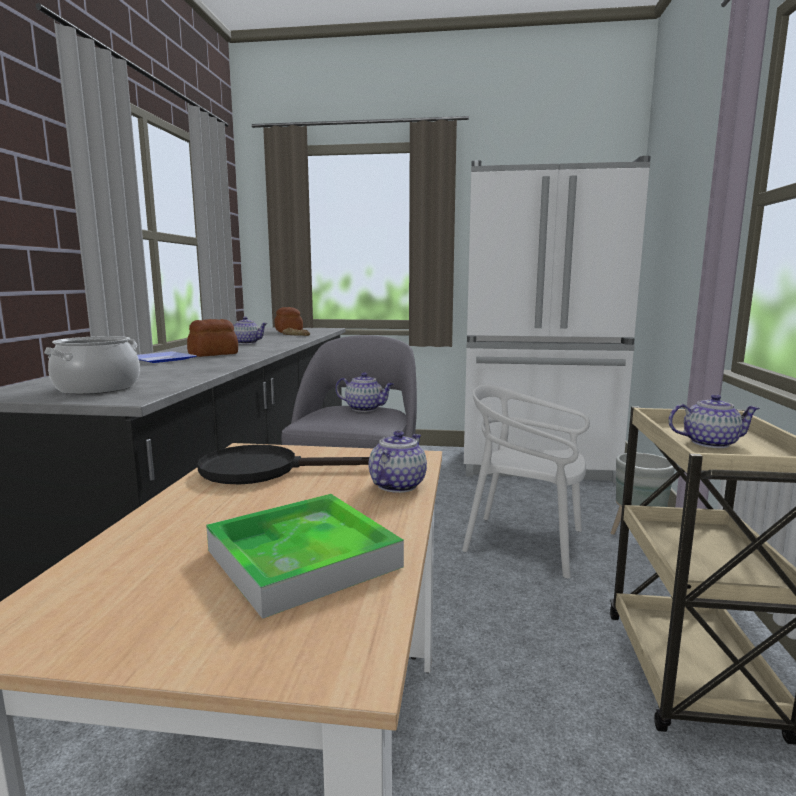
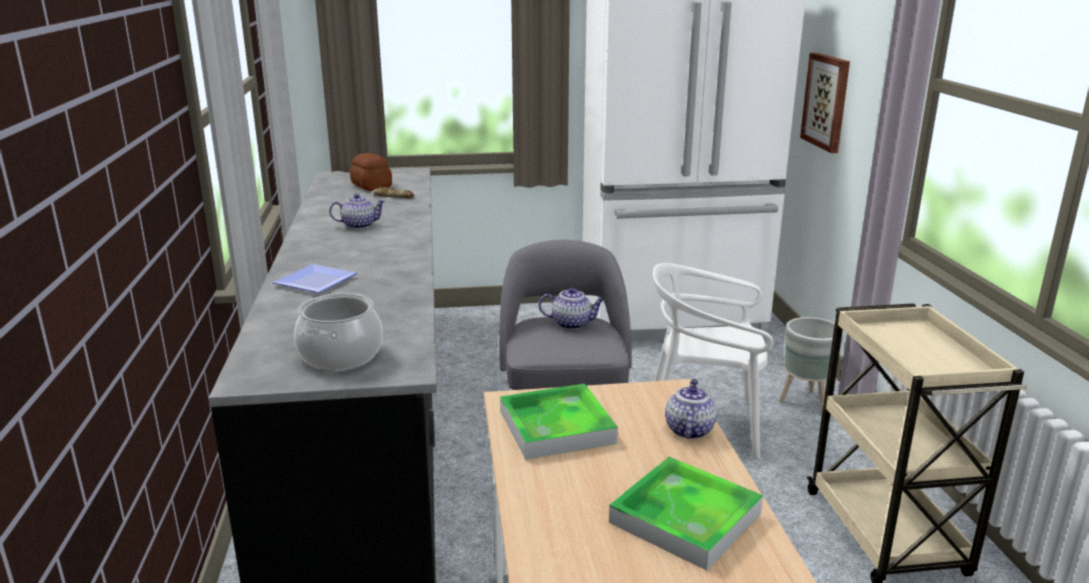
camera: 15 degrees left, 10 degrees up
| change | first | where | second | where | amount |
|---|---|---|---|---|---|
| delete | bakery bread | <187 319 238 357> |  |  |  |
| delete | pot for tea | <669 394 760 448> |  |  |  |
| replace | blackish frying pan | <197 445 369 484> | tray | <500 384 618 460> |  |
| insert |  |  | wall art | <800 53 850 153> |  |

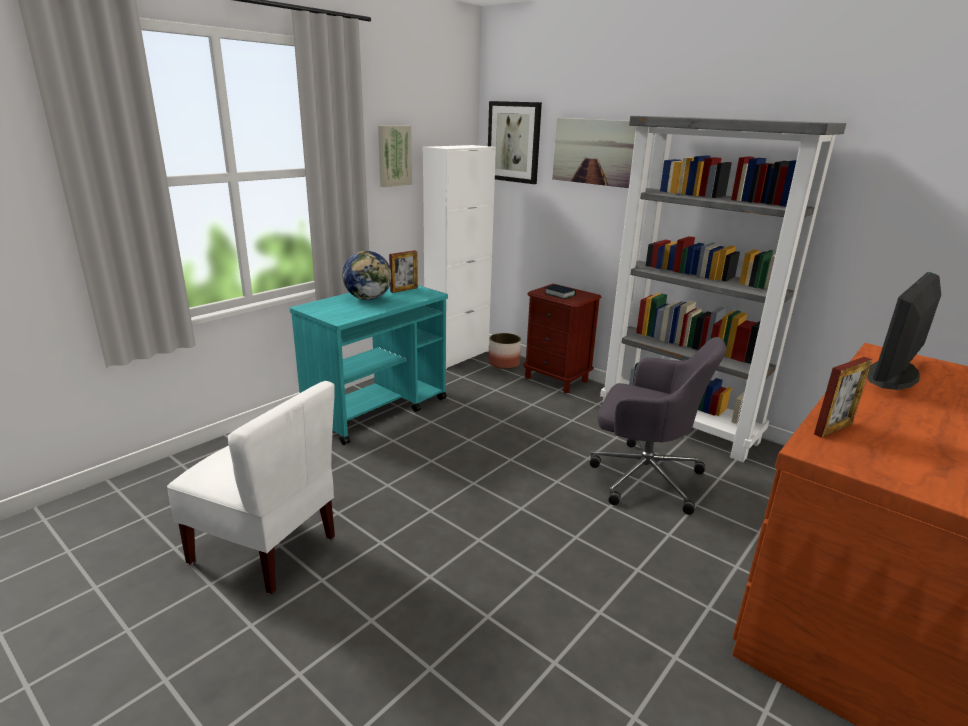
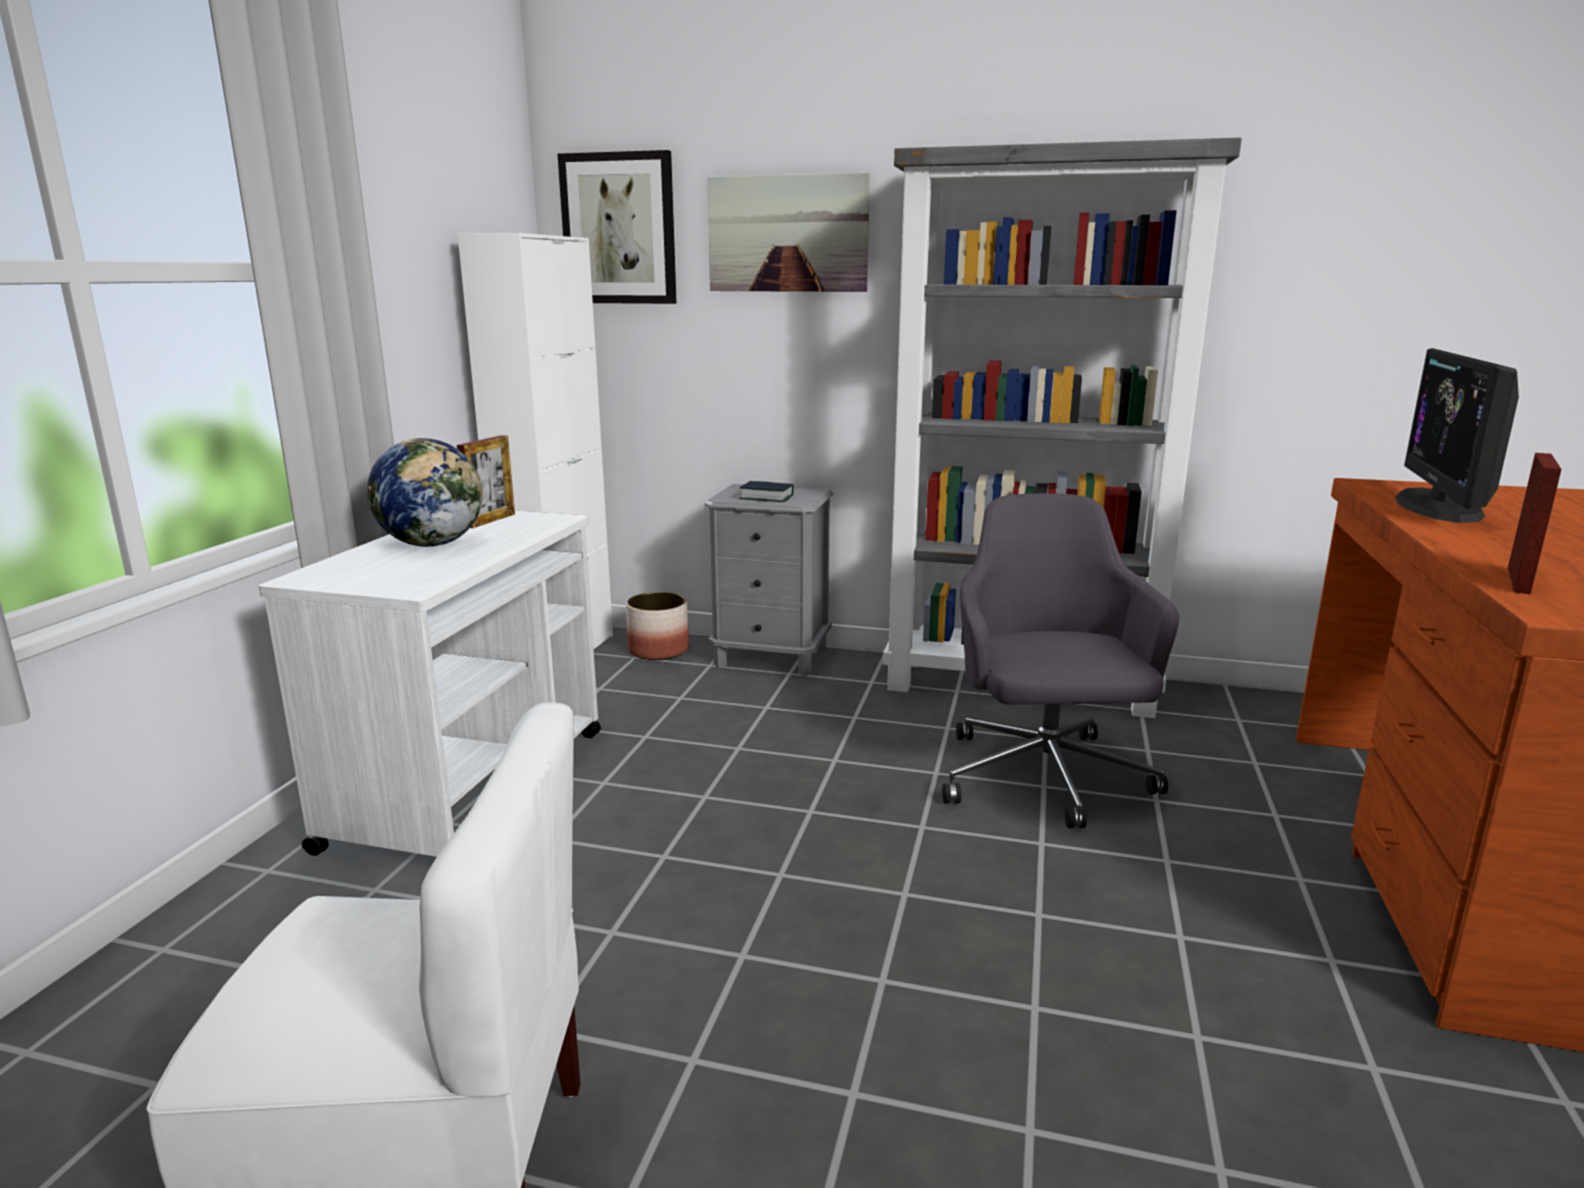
camera: 25 degrees left, 5 degrees down
| change | first | where | second | where | amount |
|---|---|---|---|---|---|
| delete | wall art | <378 126 412 187> |  |  |  |
| recolor | brownish night table | <523 284 602 393> | greyish night table | <705 484 834 676> |  |
| recolor | turquoise-coloured cart | <290 286 448 445> | white-coloured cart | <259 511 601 857> |  |
| rotate | greyish office chair | <590 337 726 515> |  | <942 493 1180 828> | 90 degrees counterclockwise |

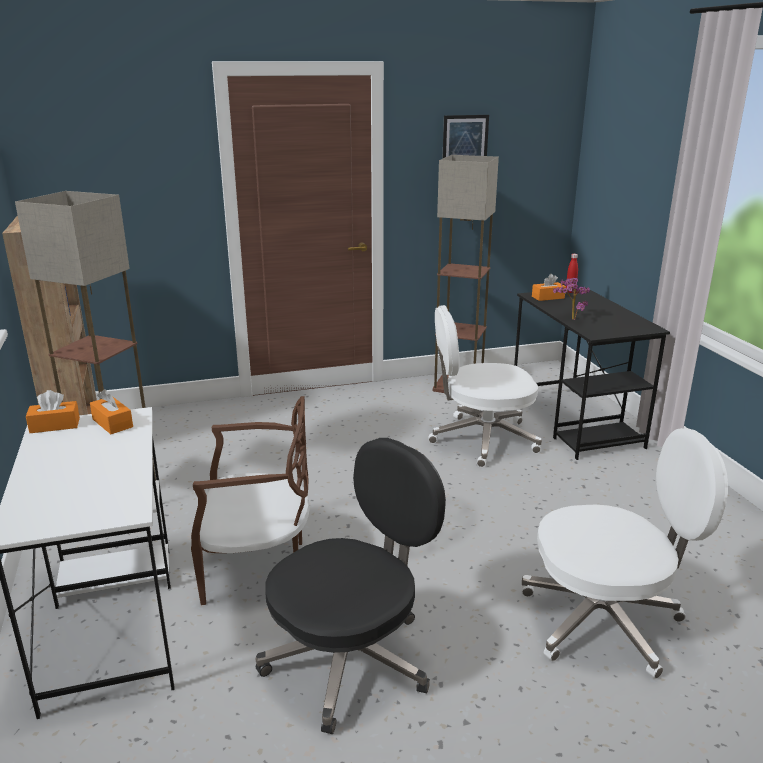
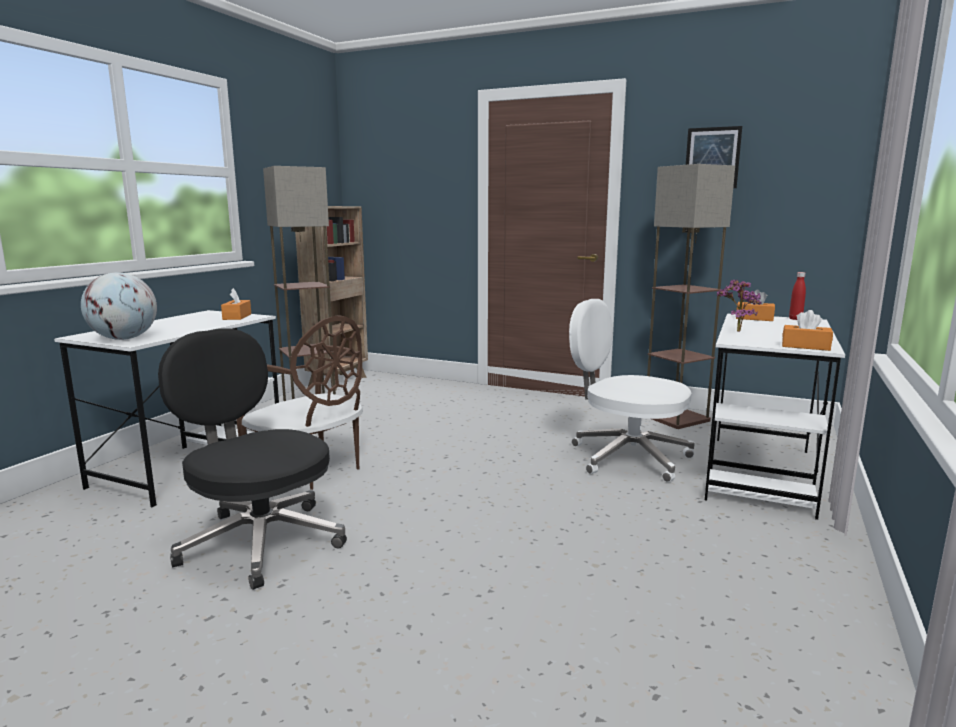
camera: 40 degrees right, 10 degrees down
| change | first | where | second | where | amount |
|---|---|---|---|---|---|
| recolor | blackish desk table | <514 287 670 460> | white-coloured desk table | <705 313 845 520> |  |
| move | orangey box of tissues | <26 390 80 433> |  | <782 310 833 351> |  |
| delete | white-coloured office chair | <521 428 728 679> |  |  |  |
| rotate | blackish office chair | <256 438 446 734> |  | <158 329 347 590> | 135 degrees counterclockwise |
| insert |  |  | world globe | <81 273 157 340> |  |

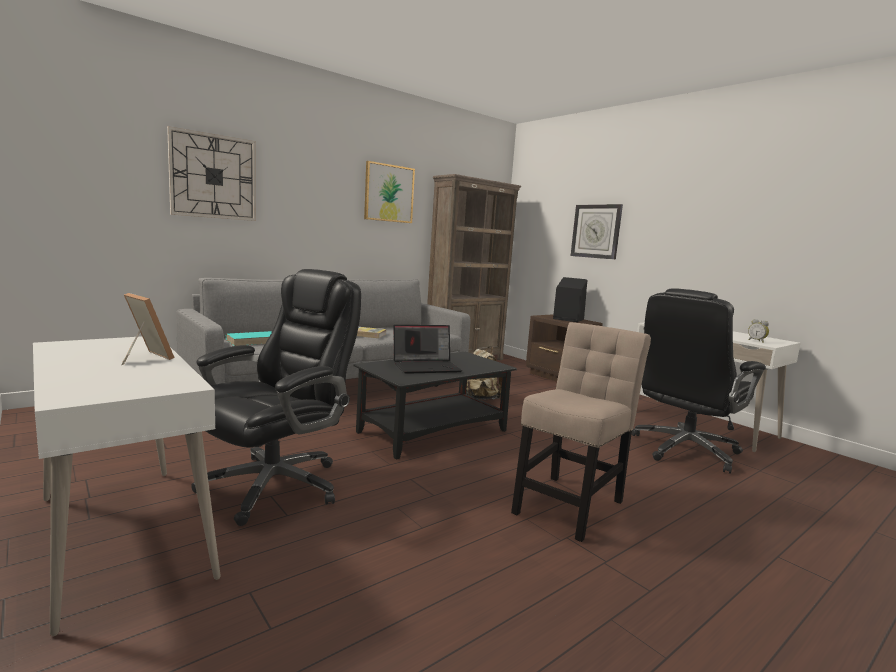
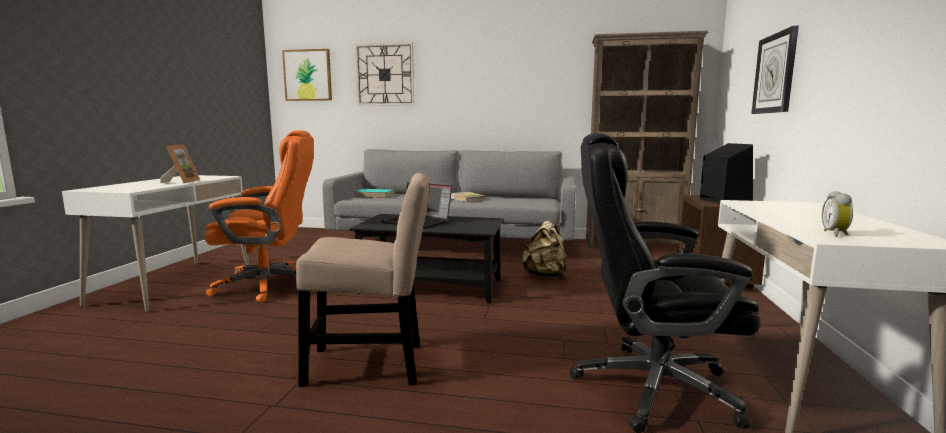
camera: 50 degrees right, 0 degrees up
| change | first | where | second | where | amount |
|---|---|---|---|---|---|
| move | wall art | <364 161 415 223> |  | <282 49 332 101> |  |
| recolor | blackish office chair | <191 269 361 526> | orangey office chair | <204 130 314 303> |  |

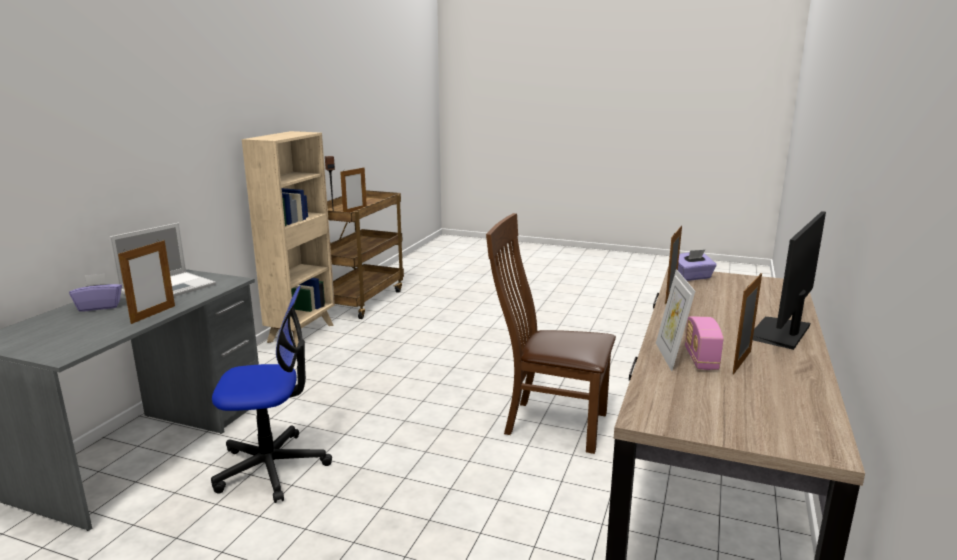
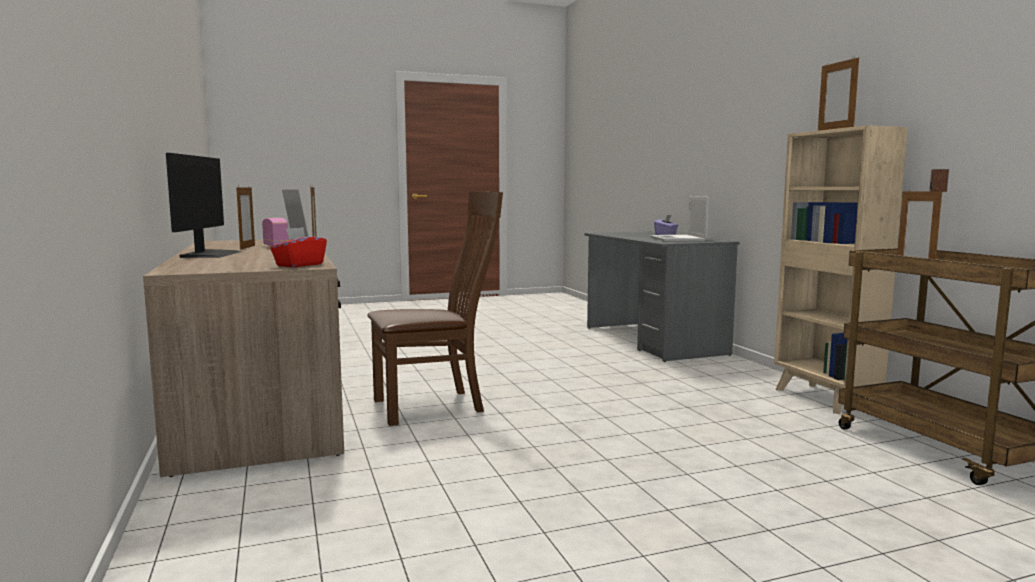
camera: 140 degrees right, 10 degrees down
| change | first | where | second | where | amount |
|---|---|---|---|---|---|
| move | standing frame | <118 240 175 324> |  | <818 56 859 131> |  |
| recolor | purplish box of tissues | <678 250 717 281> | red box of tissues | <270 227 327 267> |  |
| delete | office chair | <211 286 332 503> |  |  |  |

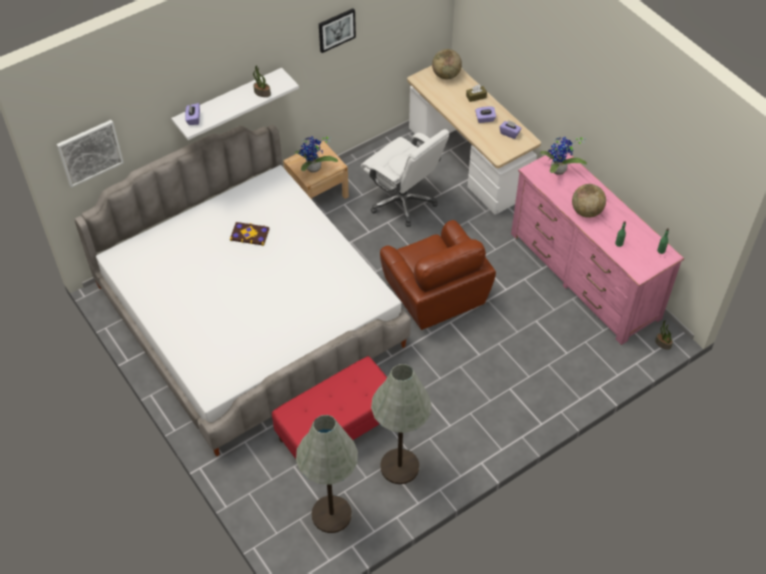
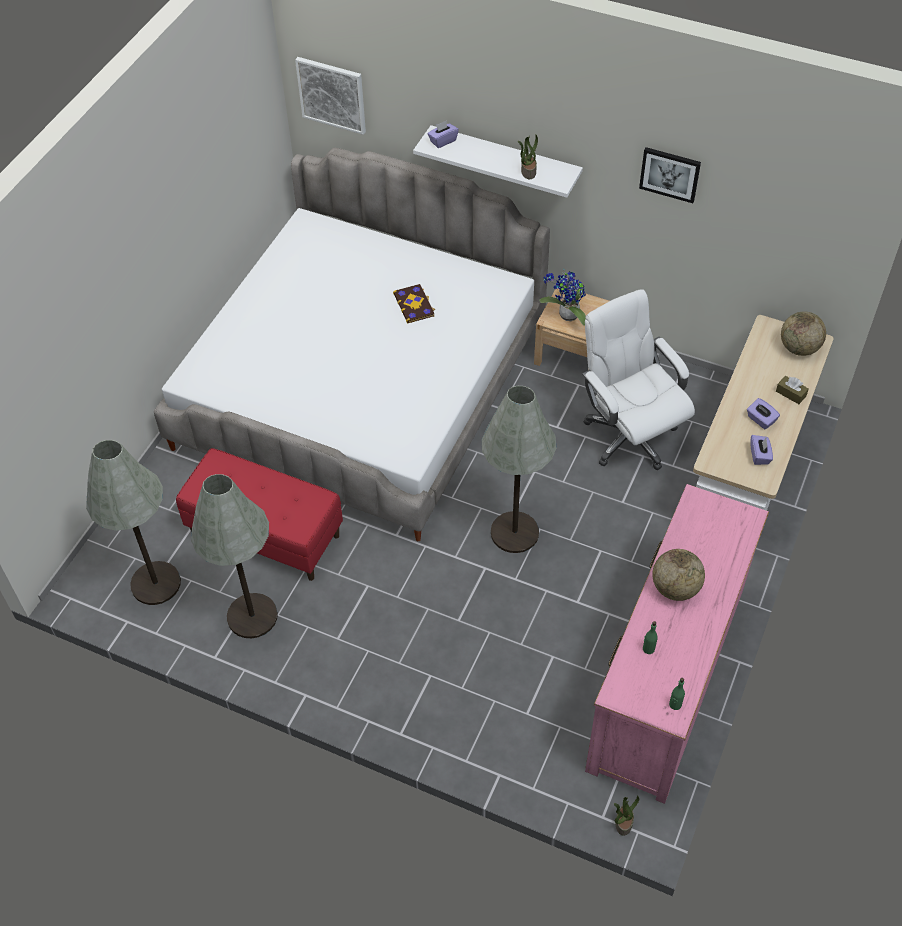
camera: 60 degrees right, 0 degrees up
| change | first | where | second | where | amount |
|---|---|---|---|---|---|
| rotate | white-coloured office chair | <361 129 449 227> |  | <582 290 695 470> | 135 degrees clockwise |
| delete | houseplant | <540 136 587 175> |  |  |  |
| replace | brownish easy chair | <380 220 496 330> | greyish floor lamp | <482 386 557 553> |  |

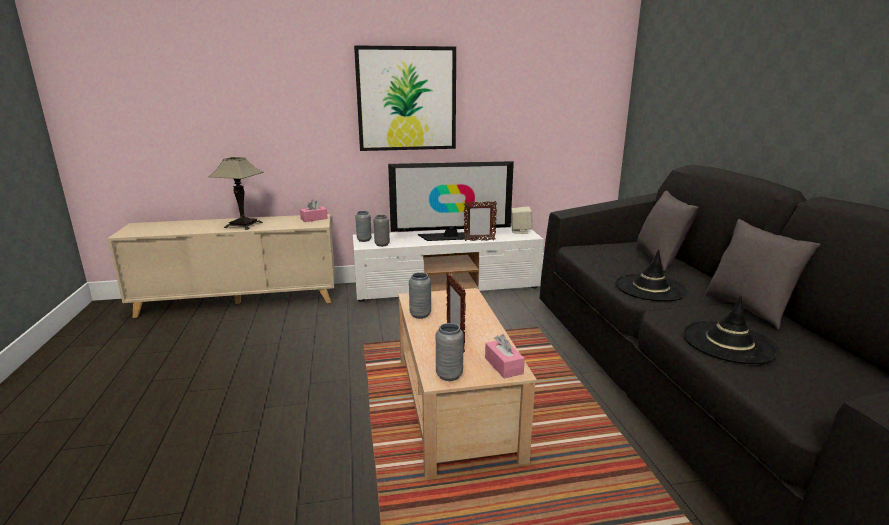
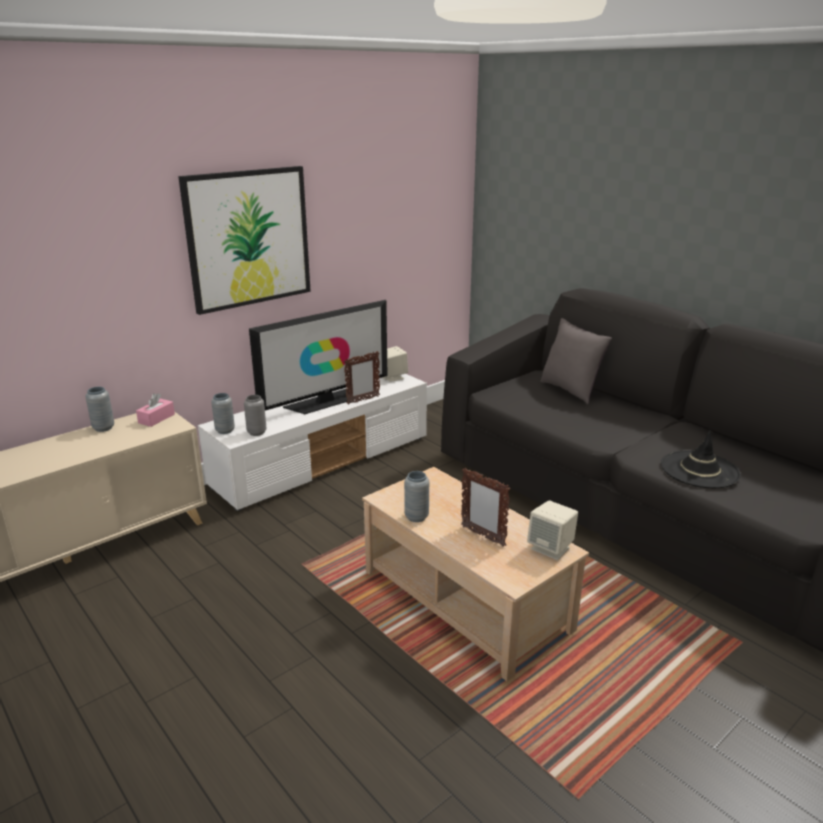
camera: 30 degrees left, 5 degrees up
| change | first | where | second | where | amount |
|---|---|---|---|---|---|
| delete | tabletop lamp | <208 157 264 230> |  |  |  |
| delete | greyish pillow | <705 219 820 329> |  |  |  |
| delete | blackish hat | <615 249 688 301> |  |  |  |
| move | greyish vase | <436 323 464 381> |  | <85 387 114 432> |  |
| replace | pinkish box of tissues | <485 334 525 379> | beige-coloured audio speaker | <527 500 578 560> |  |

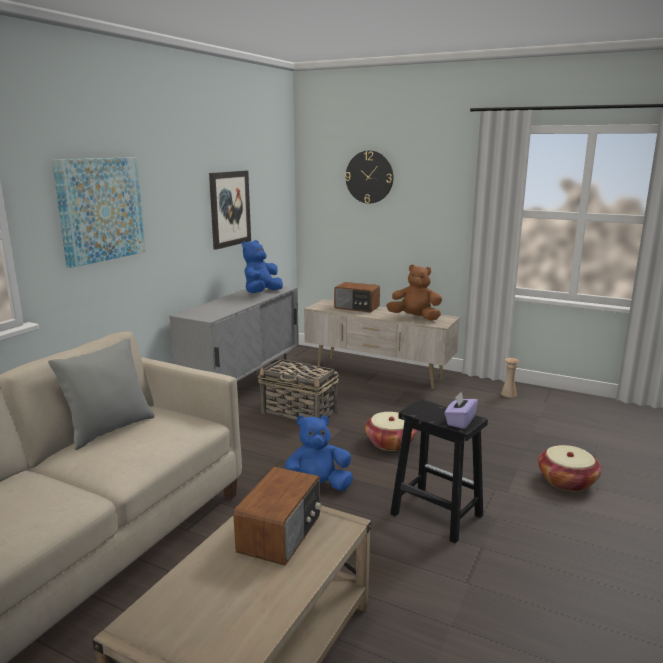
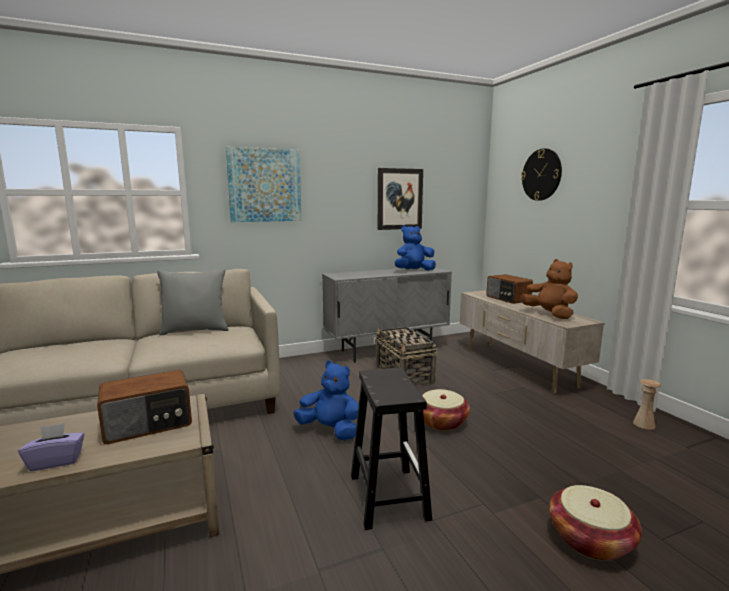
camera: 40 degrees right, 5 degrees down
| change | first | where | second | where | amount |
|---|---|---|---|---|---|
| move | purplish box of tissues | <445 391 478 429> |  | <18 423 84 471> |  |

